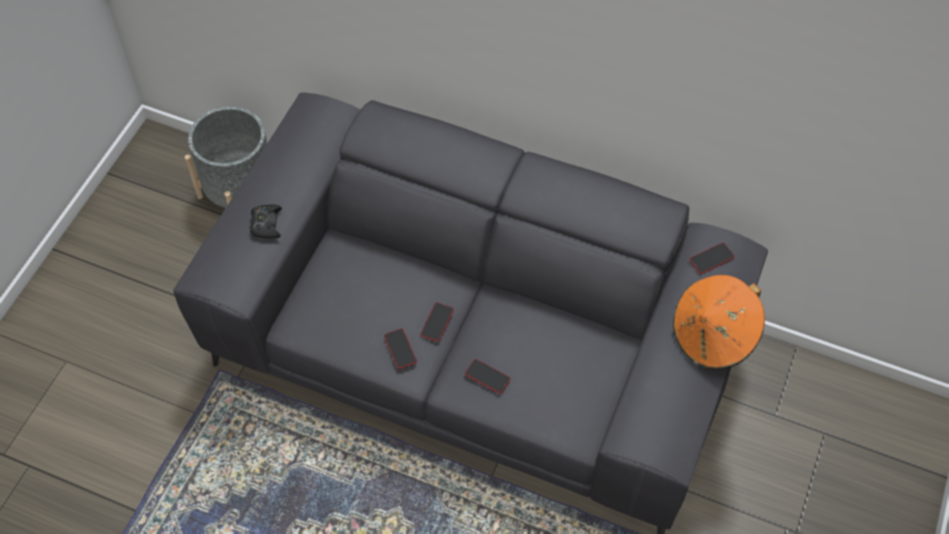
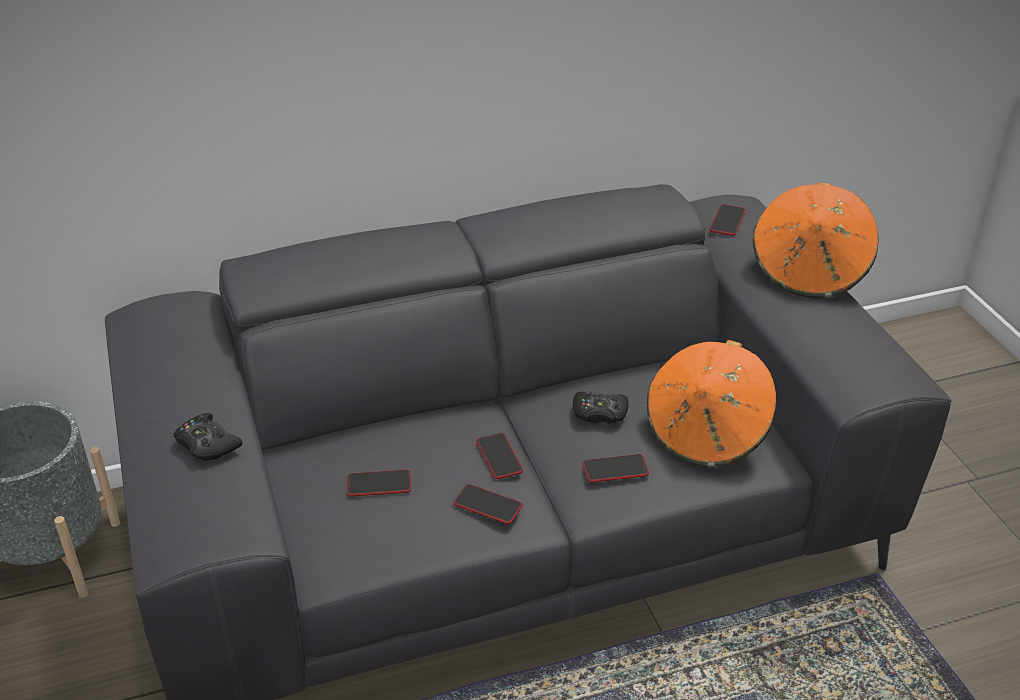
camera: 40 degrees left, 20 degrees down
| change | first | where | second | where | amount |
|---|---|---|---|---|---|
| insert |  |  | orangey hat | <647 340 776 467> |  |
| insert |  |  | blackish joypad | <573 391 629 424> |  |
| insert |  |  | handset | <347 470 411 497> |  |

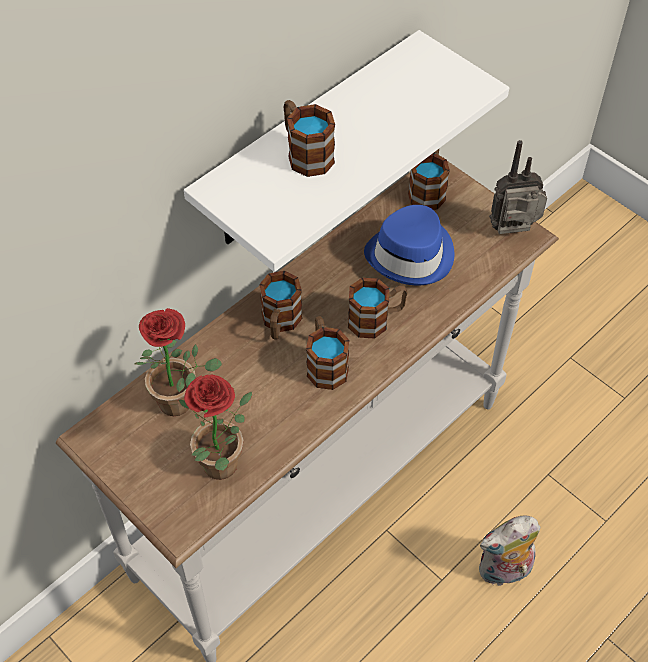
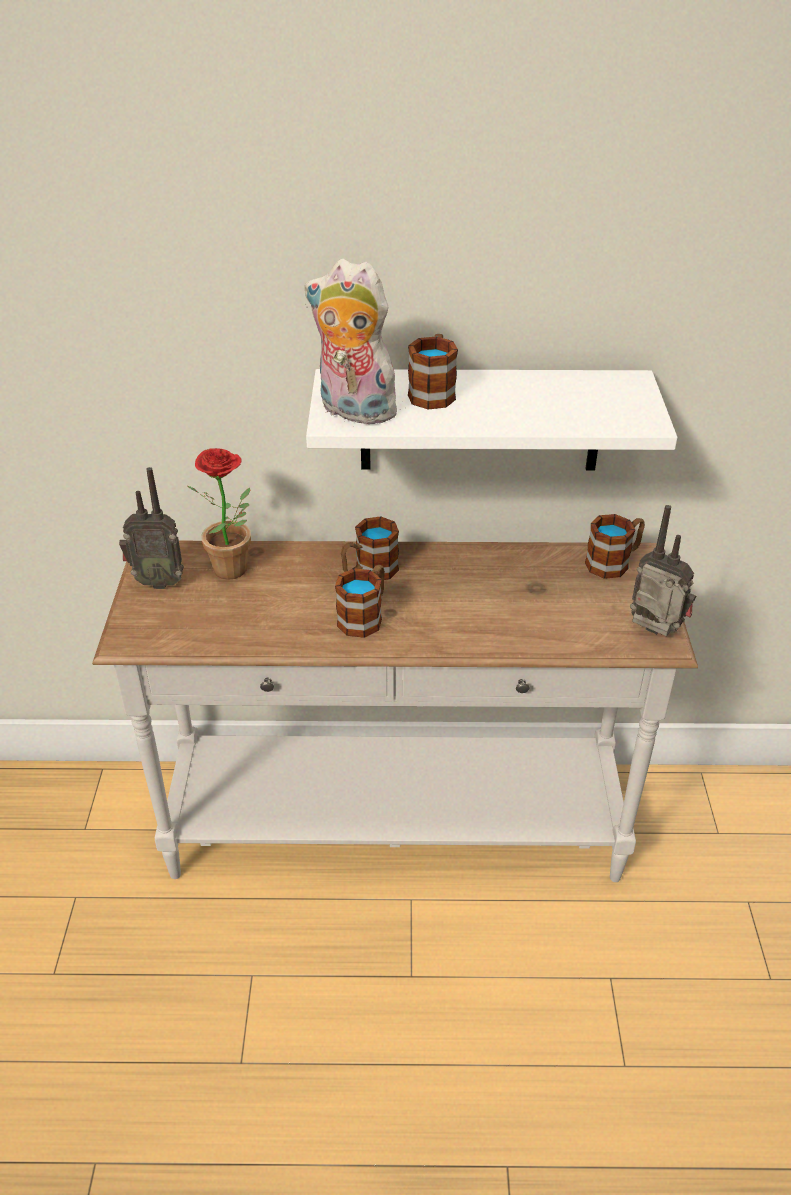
camera: 45 degrees right, 15 degrees down
| change | first | where | second | where | amount |
|---|---|---|---|---|---|
| delete | blue hat | <364 205 454 285> |  |  |  |
| delete | coffee mug | <348 278 408 338> |  |  |  |
| delete | houseplant | <179 375 252 480> |  |  |  |
| move | cuddly toy | <479 515 540 586> |  | <305 259 397 424> |  |
| insert |  |  | radio receiver | <119 467 184 589> |  |

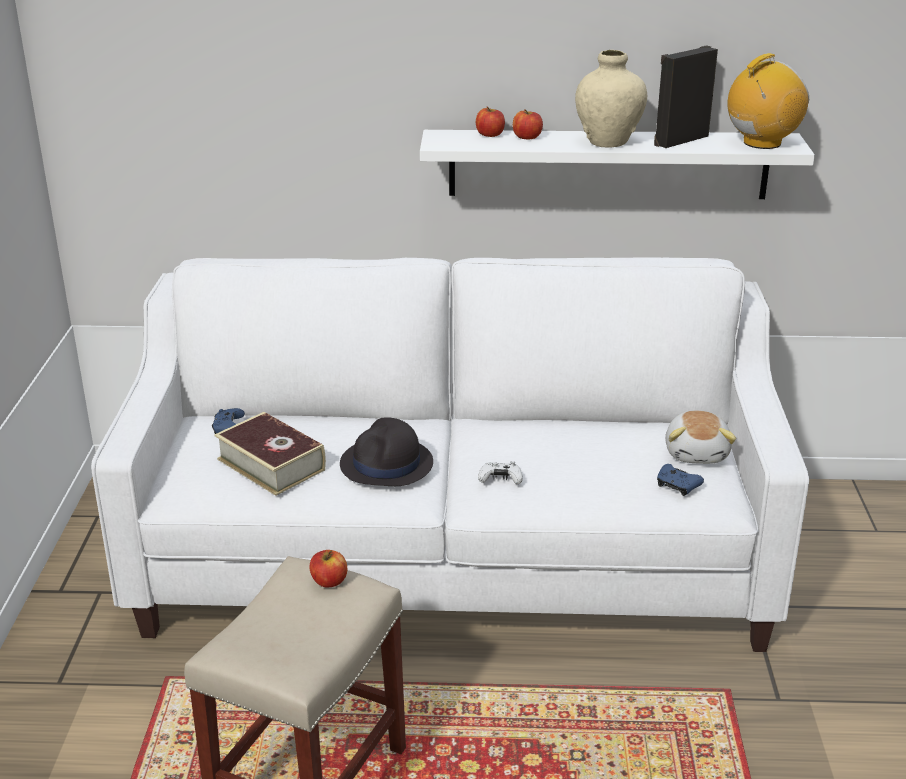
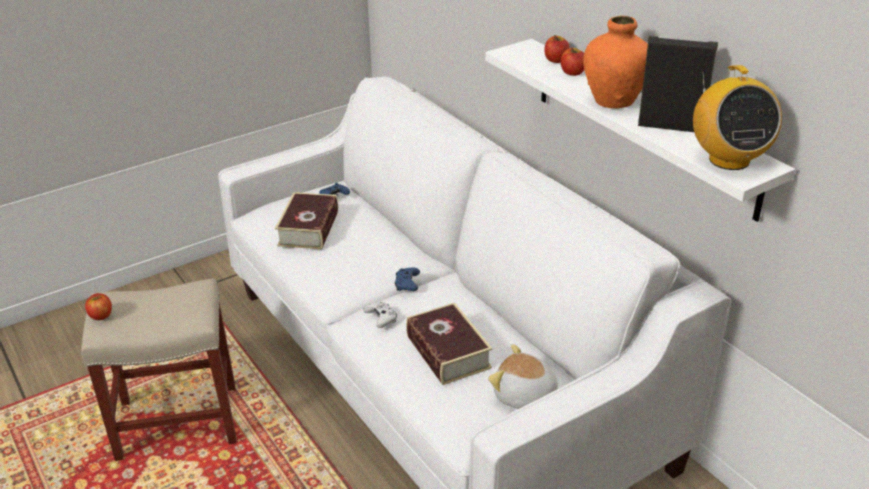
camera: 55 degrees right, 5 degrees up
| change | first | where | second | where | amount |
|---|---|---|---|---|---|
| recolor | beige-coloured vase | <575 50 647 147> | orangey vase | <583 16 648 109> |  |
| rotate | radio receiver | <727 53 809 149> |  | <693 65 782 170> | 60 degrees clockwise |
| rotate | cuddly toy | <665 411 736 464> |  | <488 344 558 409> | 60 degrees clockwise |
| delete | blackish hat | <340 418 433 486> |  |  |  |
| move | blue joypad | <657 464 704 496> |  | <395 268 420 291> |  |
| move | apple fruit | <309 550 347 587> |  | <85 293 112 320> |  |
| insert |  |  | book | <406 303 493 385> |  |

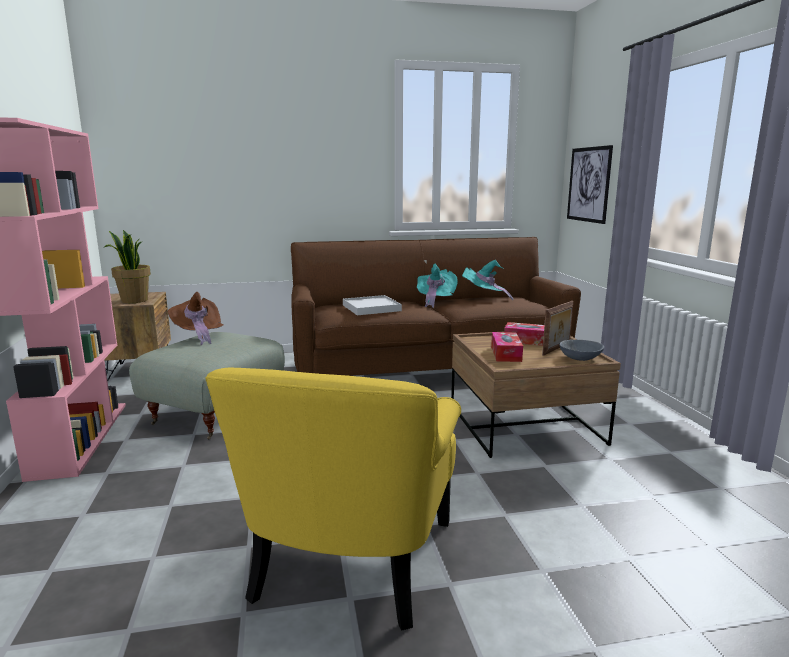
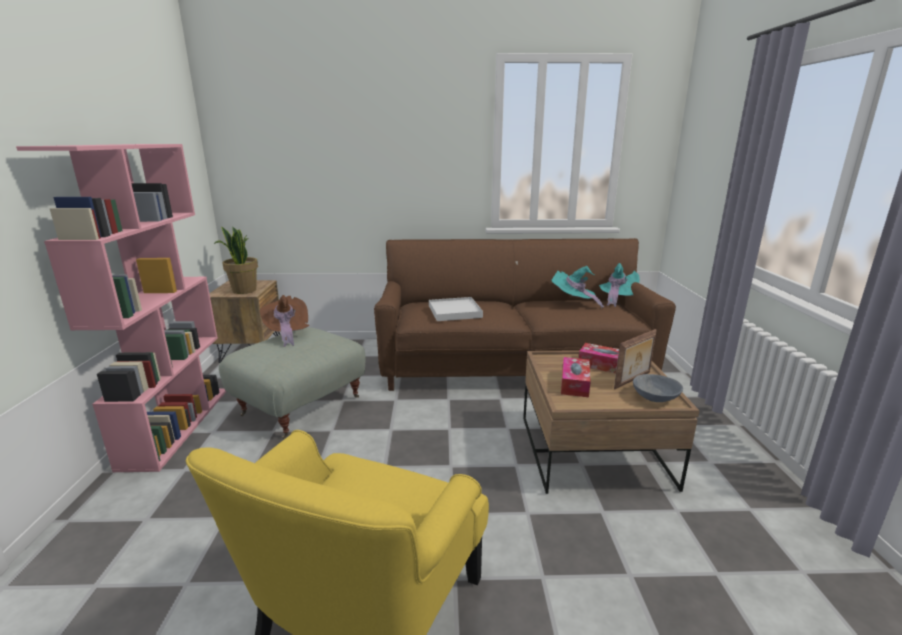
camera: 10 degrees right, 5 degrees up
| change | first | where | second | where | amount |
|---|---|---|---|---|---|
| delete | wall art | <567 145 613 224> |  |  |  |
| move | turquoise-coloured hat | <417 263 458 308> |  | <599 263 640 307> |  |

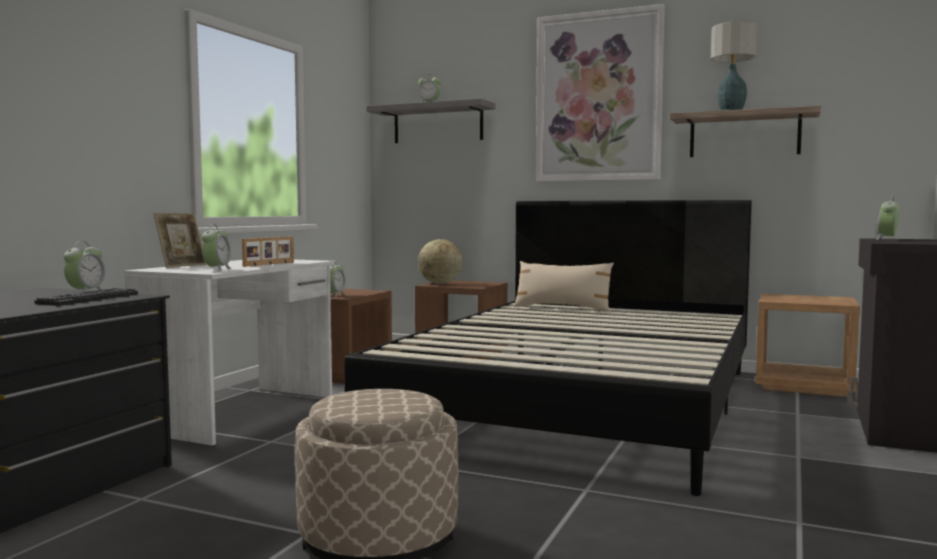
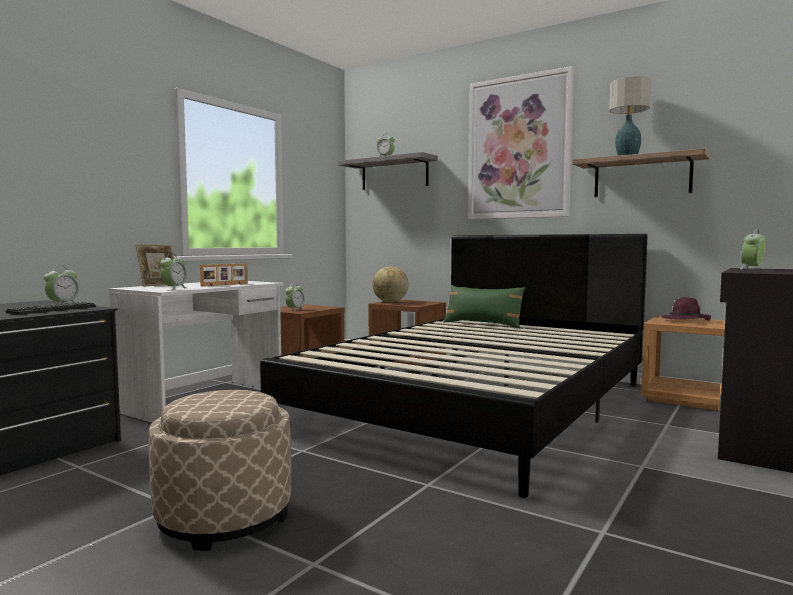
camera: 10 degrees right, 0 degrees up
| change | first | where | second | where | amount |
|---|---|---|---|---|---|
| recolor | beige-coloured pillow | <513 261 614 312> | green-coloured pillow | <444 285 526 328> |  |
| insert |  |  | purplish hat | <662 297 711 321> |  |

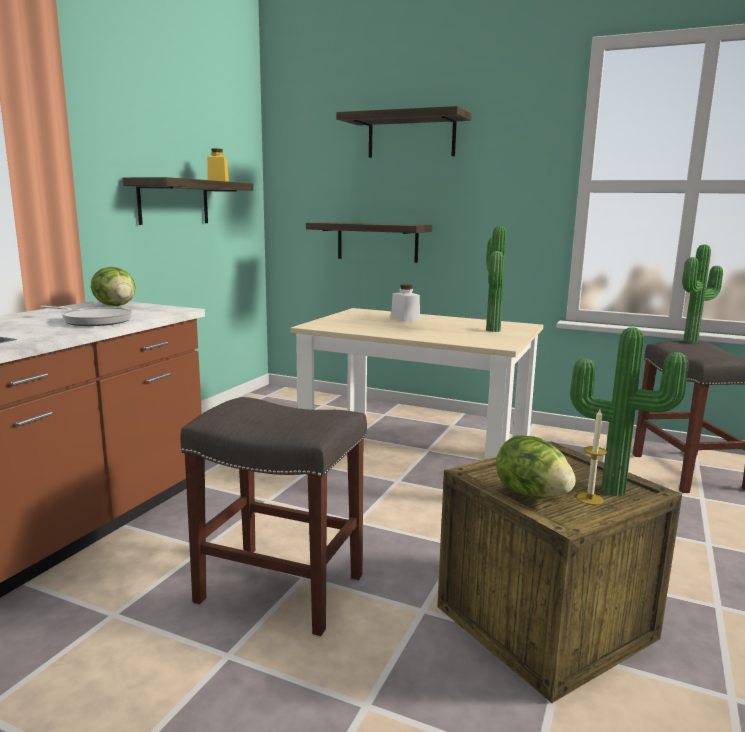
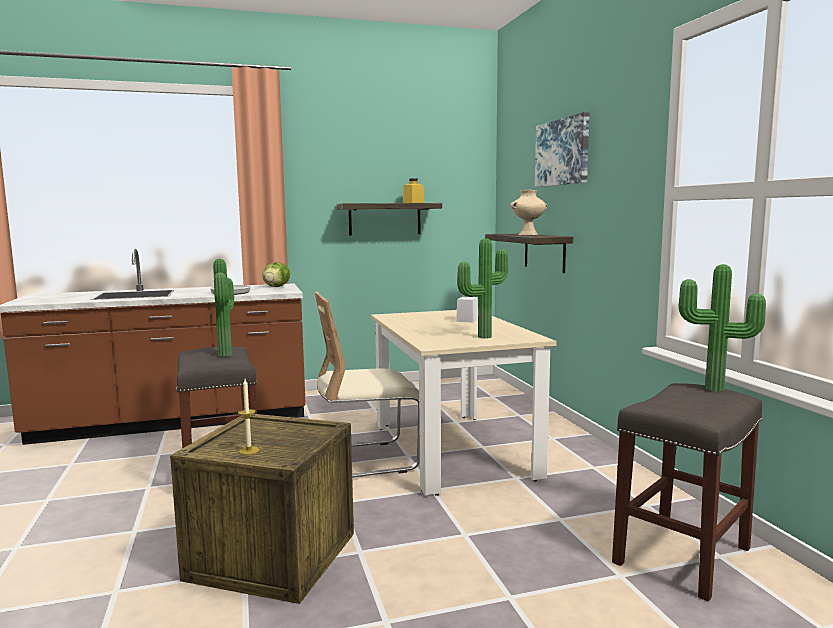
camera: 50 degrees right, 5 degrees down
| change | first | where | second | where | amount |
|---|---|---|---|---|---|
| replace | wall shelf | <336 106 471 158> | wall art | <535 112 589 187> |  |
| move | houseplant | <570 327 688 496> |  | <213 259 234 357> |  |
| delete | lettuce head | <496 435 576 499> |  |  |  |
| insert |  |  | beige-coloured vase | <510 190 547 235> |  |
| insert |  |  | beige-coloured chair | <315 291 420 478> |  |

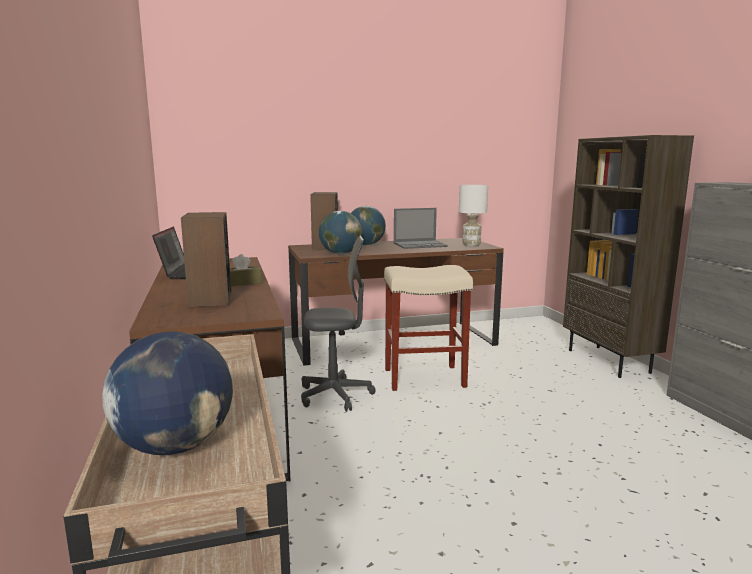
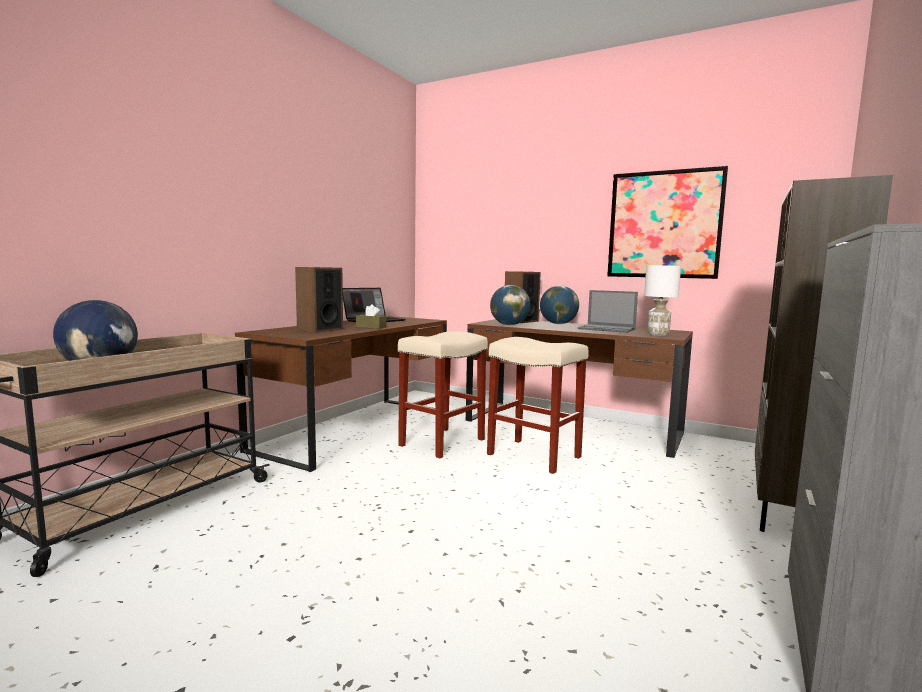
camera: 45 degrees right, 5 degrees down
| change | first | where | second | where | amount |
|---|---|---|---|---|---|
| replace | greyish office chair | <301 235 376 412> | beige-coloured sitting stool | <398 331 488 458> |  |
| insert |  |  | wall art | <607 166 728 279> |  |

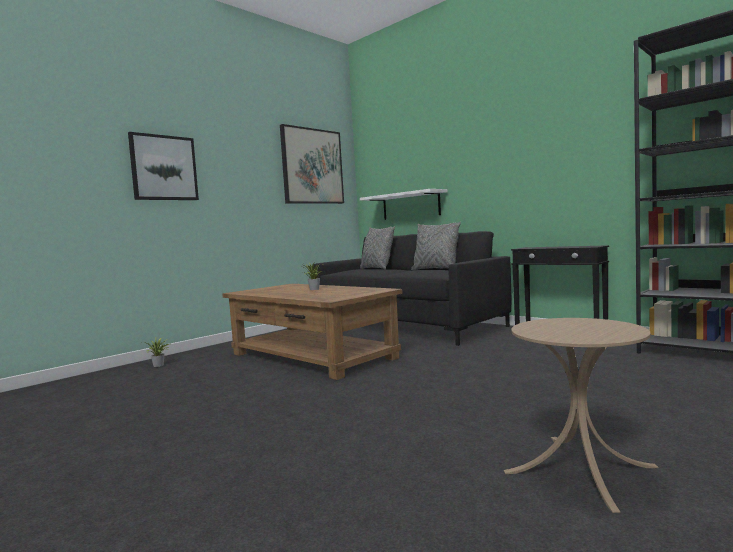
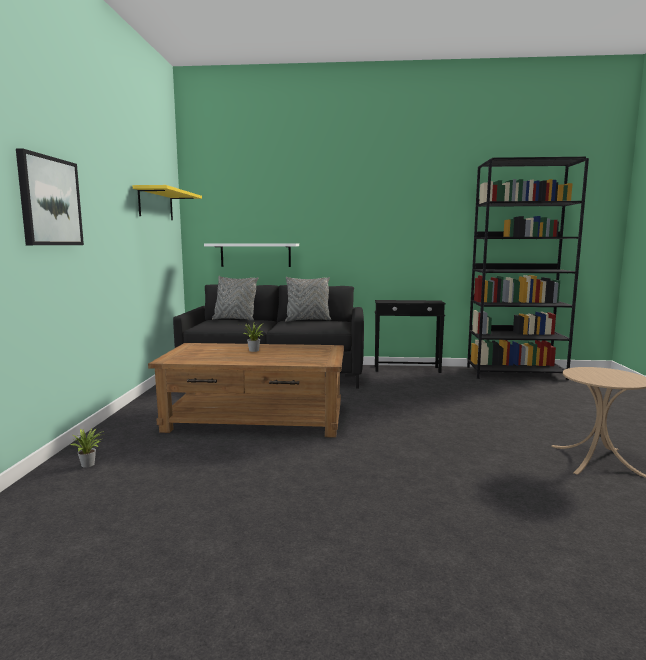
camera: 40 degrees left, 5 degrees up
| change | first | where | second | where | amount |
|---|---|---|---|---|---|
| replace | wall art | <280 124 344 204> | yellowish wall shelf | <133 185 202 220> |  |

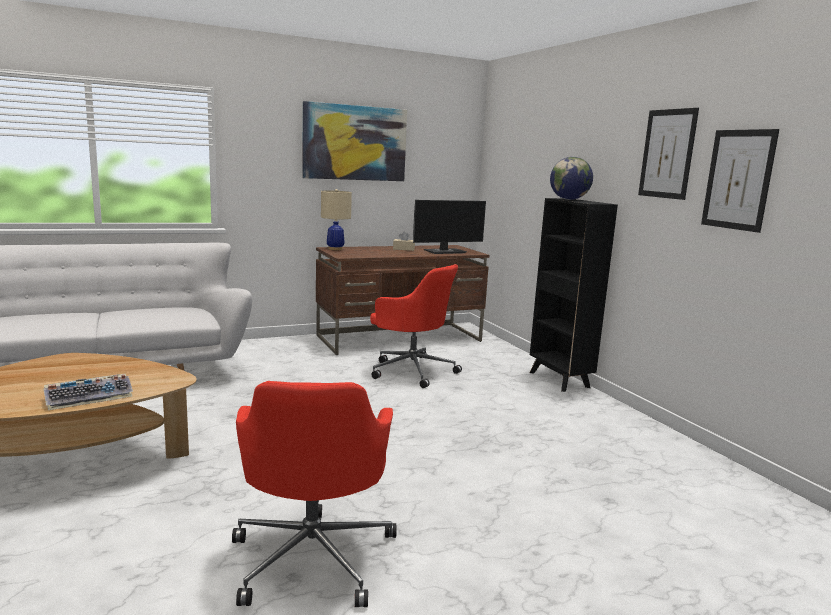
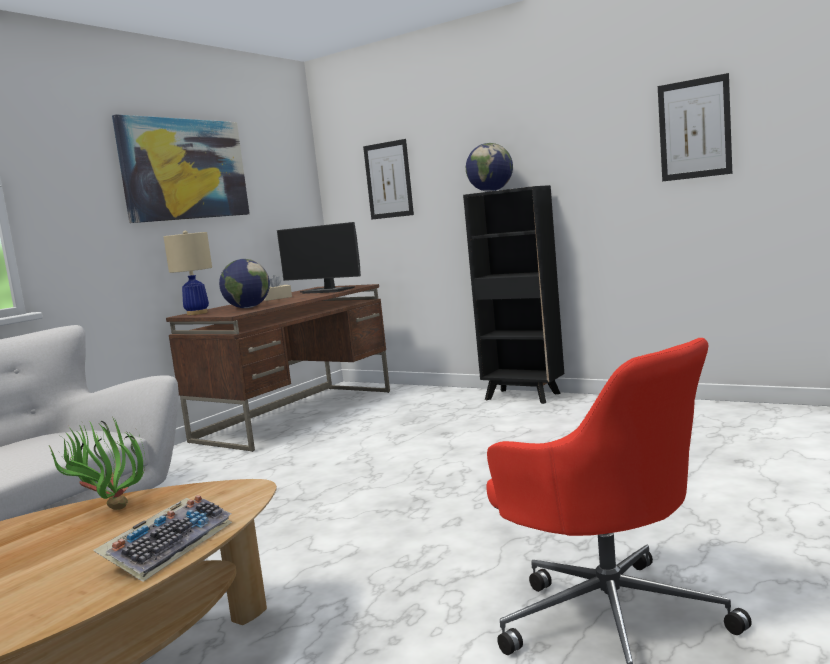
camera: 30 degrees left, 5 degrees down
| change | first | where | second | where | amount |
|---|---|---|---|---|---|
| move | wall art | <638 108 699 200> |  | <363 139 414 220> |  |
| rotate | monitor | <413 200 486 254> |  | <277 222 361 294> | 90 degrees clockwise |
| delete | red office chair | <370 264 462 388> |  |  |  |
| insert |  |  | world globe | <219 259 270 308> |  |
| insert |  |  | houseplant | <48 418 145 510> |  |

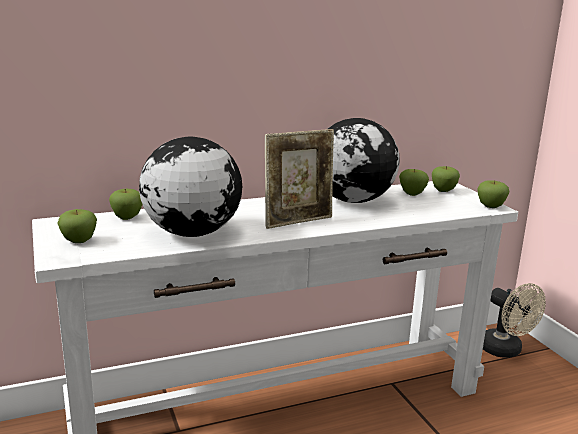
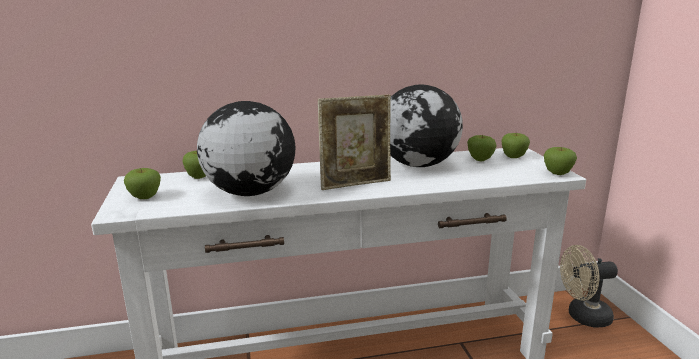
camera: 10 degrees right, 0 degrees up
| change | first | where | second | where | amount |
|---|---|---|---|---|---|
| rotate | beige-coloured electric fan | <483 283 546 358> |  | <560 245 618 327> | 105 degrees clockwise |

